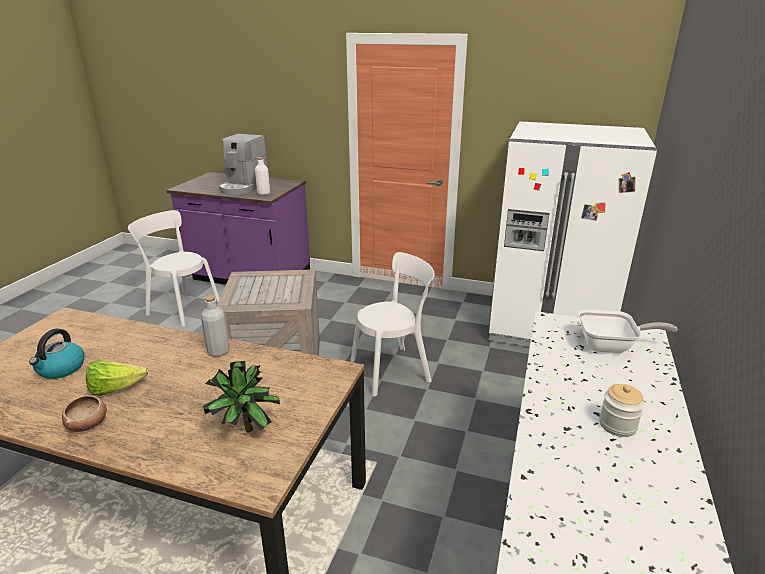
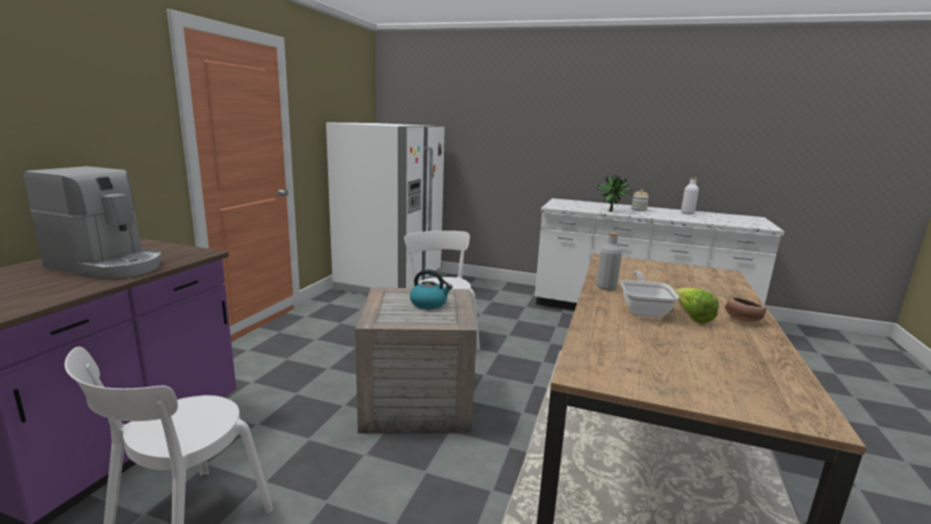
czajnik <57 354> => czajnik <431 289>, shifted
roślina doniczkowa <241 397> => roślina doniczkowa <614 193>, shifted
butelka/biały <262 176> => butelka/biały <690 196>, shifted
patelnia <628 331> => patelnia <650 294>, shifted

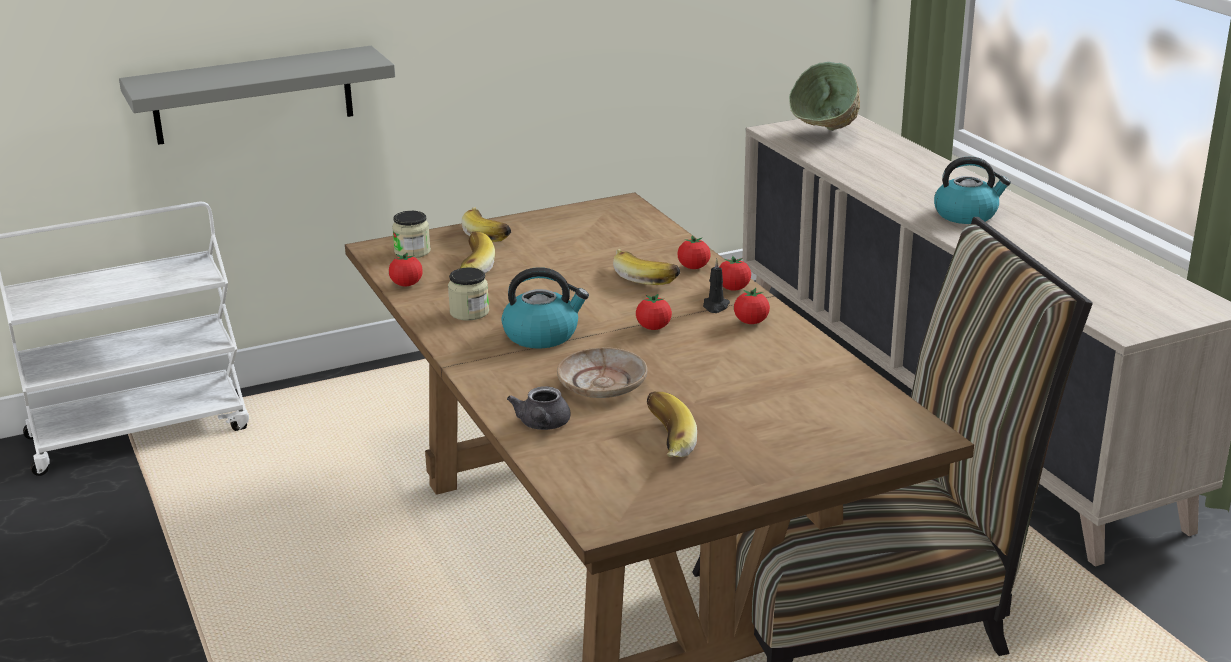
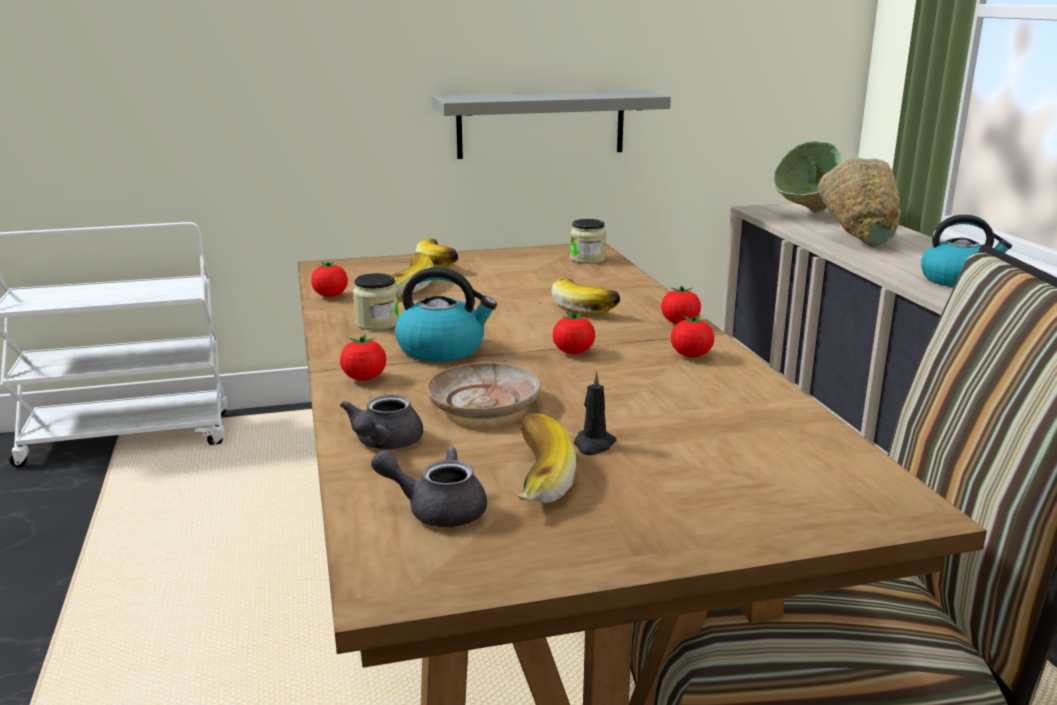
półka/szary <257 95> => półka/szary <551 124>, shifted
słoik <411 234> => słoik <588 241>, shifted
pomidor <694 252> => pomidor <363 357>, shifted
świeca/czarny <716 286> => świeca/czarny <595 412>, shifted
nothing => imbryk/szary <429 487>
nothing => miska/zielony <859 202>

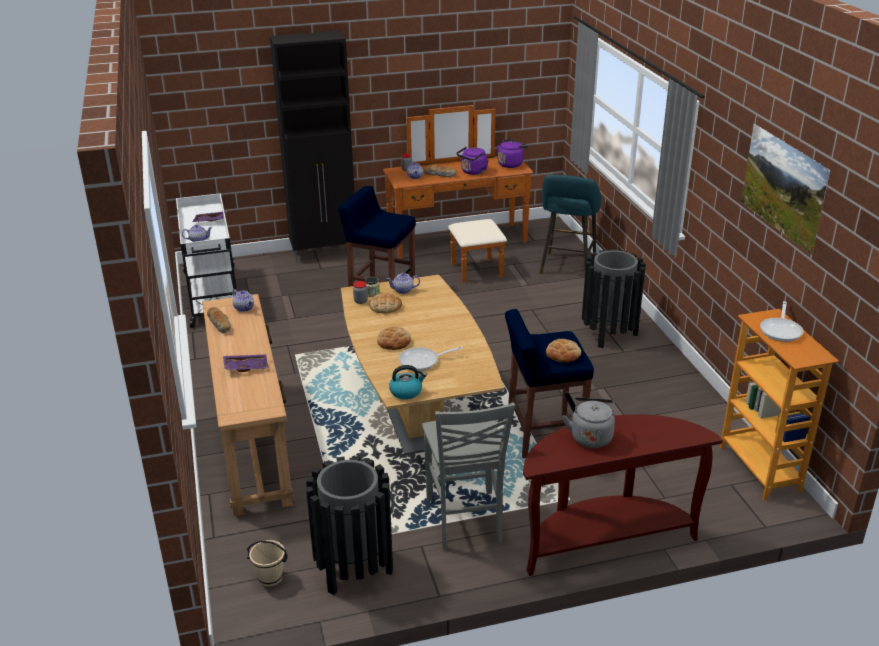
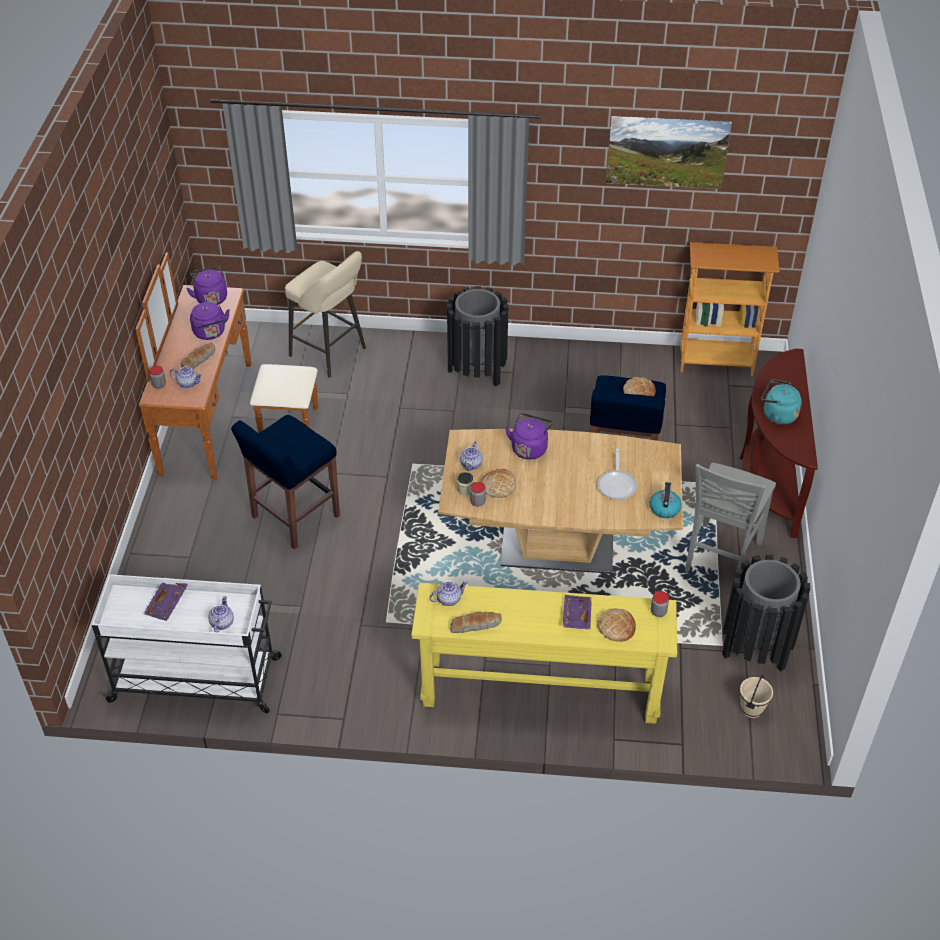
stolik konsolowy/brązowy <248 405> => stolik konsolowy/żółty <544 653>
szafka/czarny <313 147> => nothing
chleb <394 338> => chleb <616 625>, shifted
krzesło/szary <468 476> => krzesło/szary <730 518>, 105 degrees clockwise
stołek/turkusowy <570 224> => stołek/beżowy <325 314>
czajnik/szary <589 422> => czajnik/turkusowy <781 402>
patelnia <781 321> => nothing
nothing => czajnik/fioletowy <528 436>
nothing => słoik <660 604>

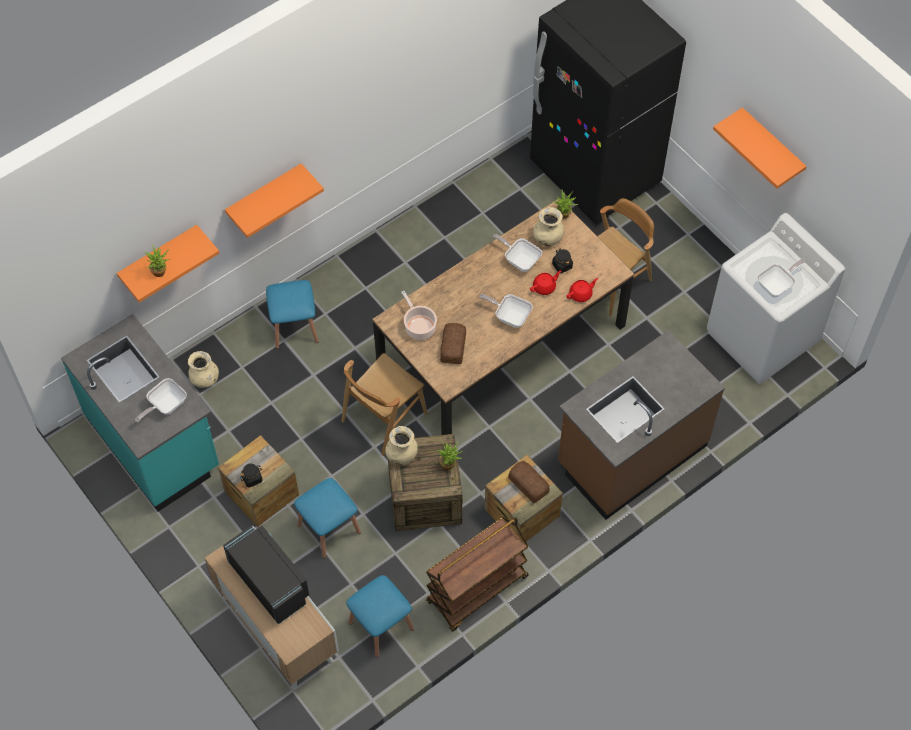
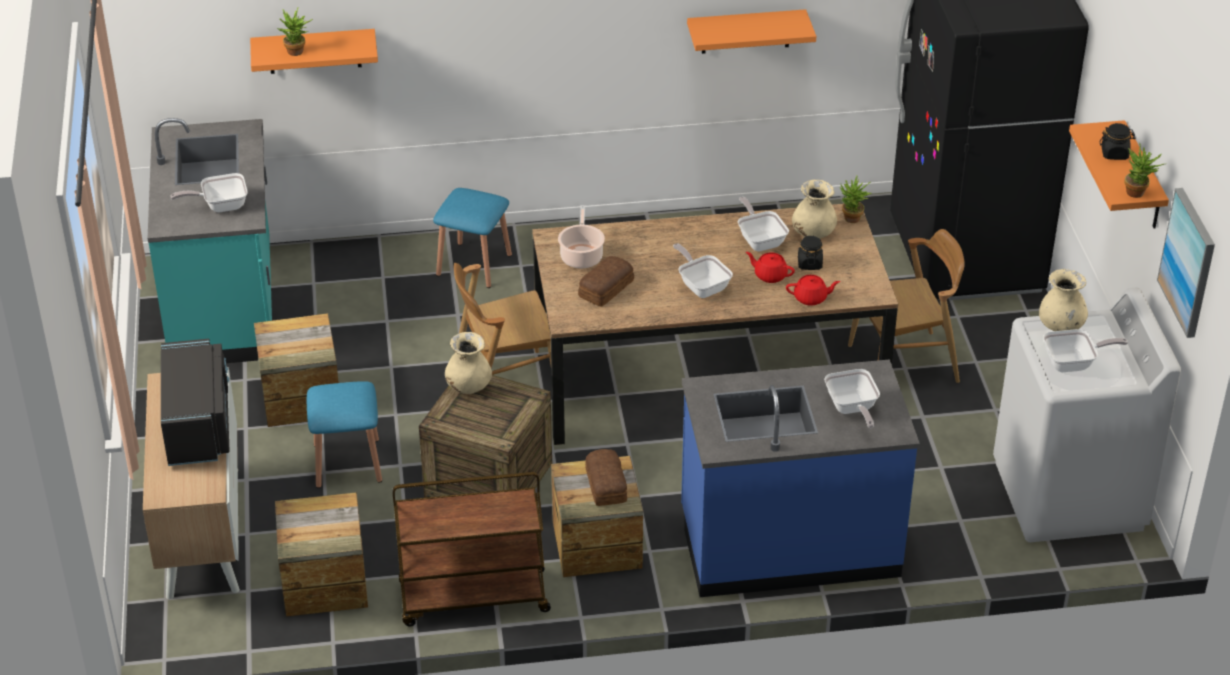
wazon/beżowy <203 369> => wazon/beżowy <1063 300>, shifted
półka/pomarańczowy <274 200> => półka/pomarańczowy <751 31>, shifted
słoik/czarny <251 476> => słoik/czarny <1117 141>, shifted
stołek/niebieski <380 616> => skrzynka <321 554>
roślina doniczkowa <450 455> => roślina doniczkowa <1146 170>, shifted
imbryk/czerwony <545 283> => imbryk/czerwony <770 267>, 150 degrees counterclockwise
zabudowa kuchenna/brązowy <641 425> => zabudowa kuchenna/niebieski <800 478>
nothing => patelnia <852 398>
nothing => obraz <1186 263>

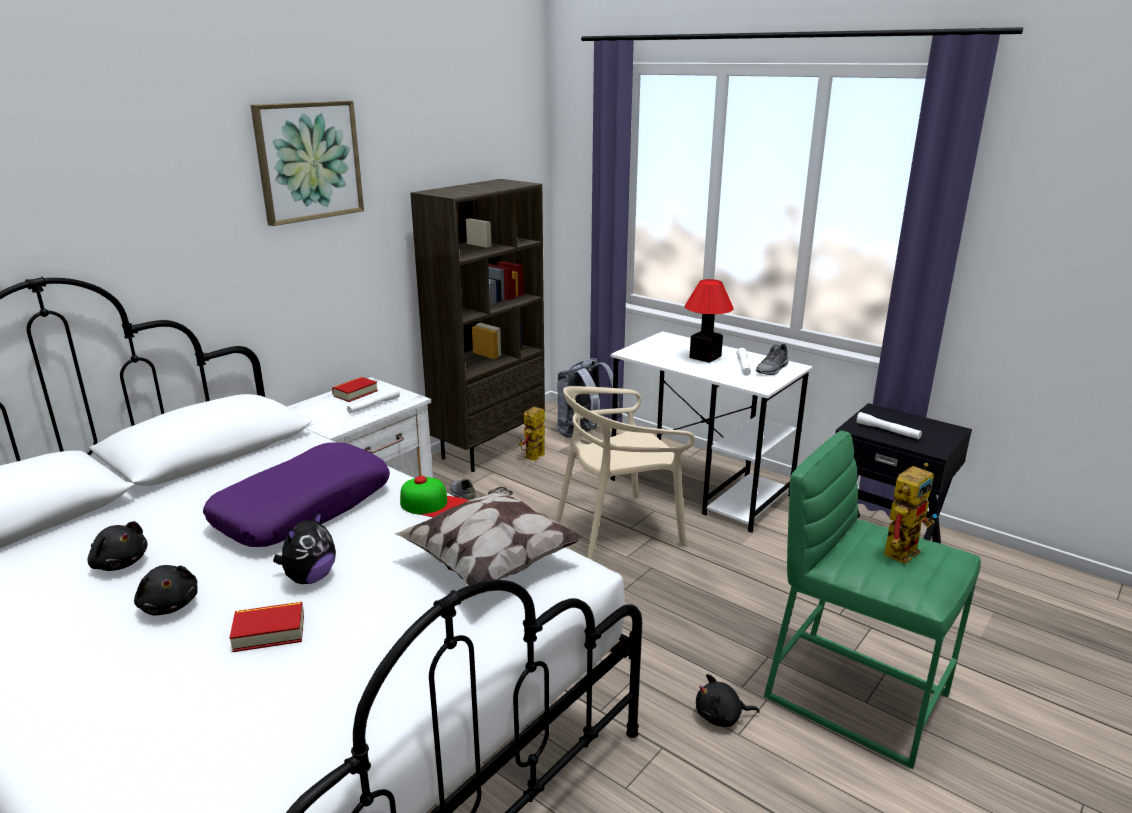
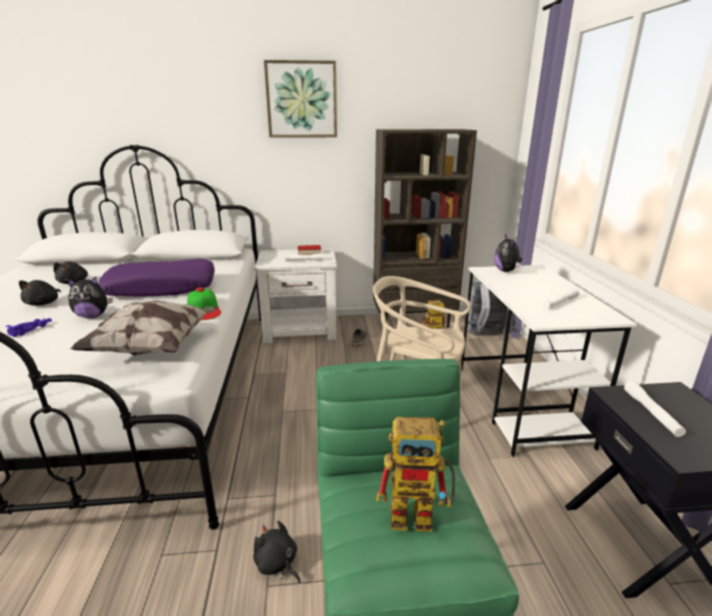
książka <266 627> => samochodzik/fioletowy <29 327>
lampa stołowa <709 321> => nothing
but/szary <772 359> => nothing
nothing => pluszak <508 253>

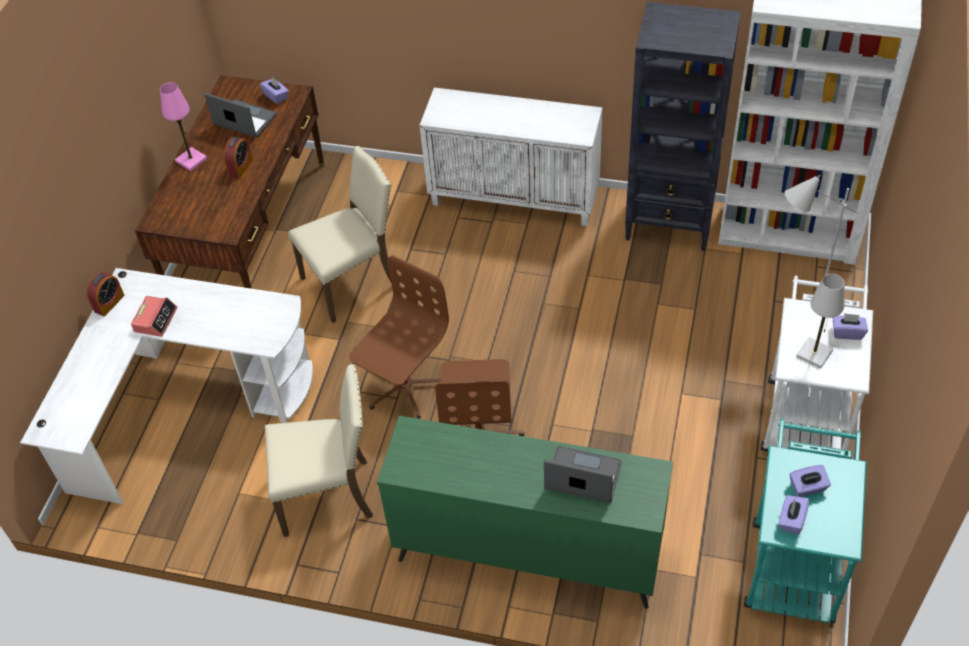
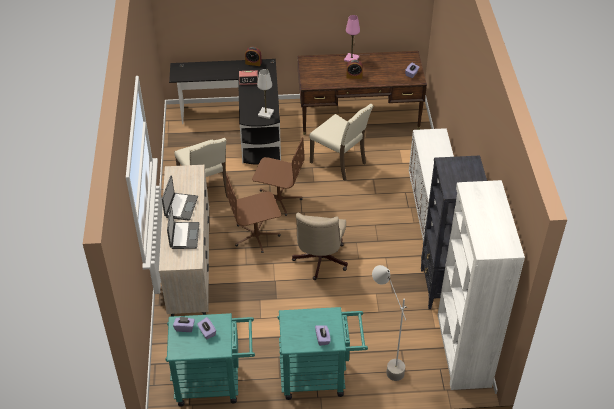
biurko/biały <166 386> => biurko/czarny <225 112>
laptop <241 115> => laptop <180 198>, shifted
komoda/zielony <525 512> => komoda/beżowy <184 241>
wózek/biały <817 363> => wózek/turkusowy <323 353>
lampa stołowa/biały <820 321> => lampa stołowa/biały <265 94>, shifted
nothing => krzesło biurowe/beżowy <320 246>

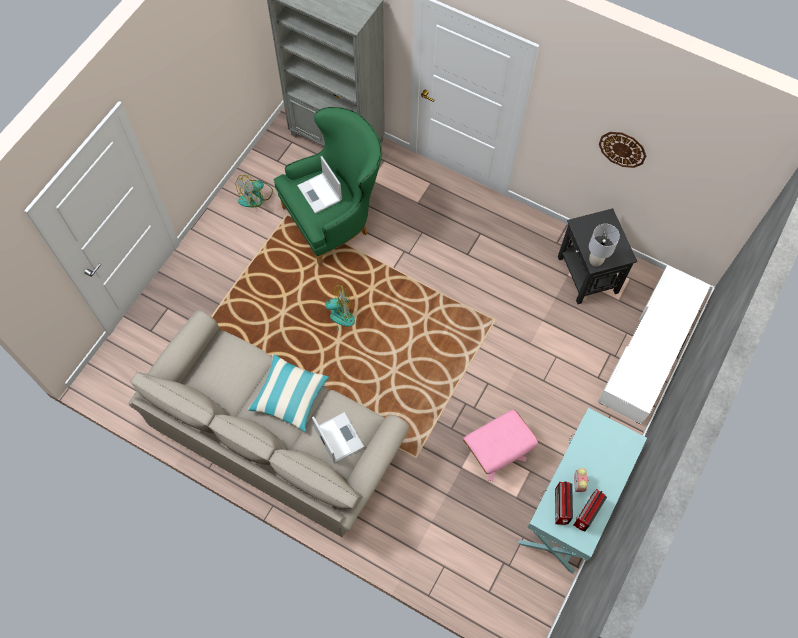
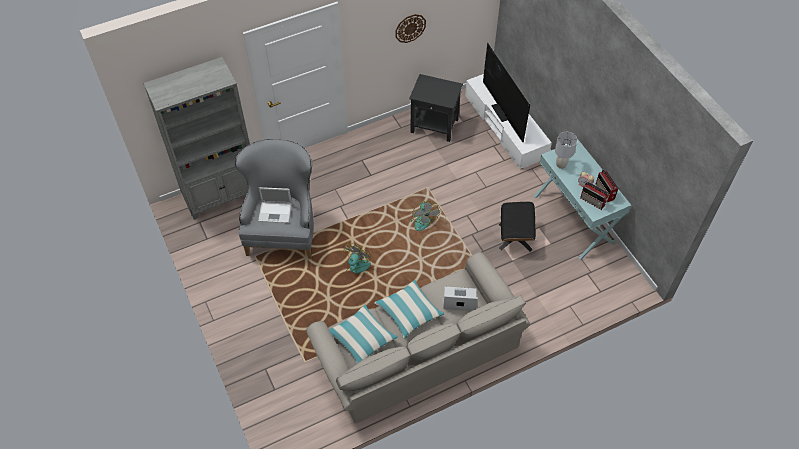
wentylator <254 191> => wentylator <425 216>, shifted
fotel/zielony <328 186> => fotel/szary <274 199>
pufa/różowy <500 445> => pufa/czarny <517 227>
lampa stołowa/szary <604 245> => lampa stołowa/szary <566 150>, shifted
nothing => poduszka <363 333>
nothing => telewizor <506 92>

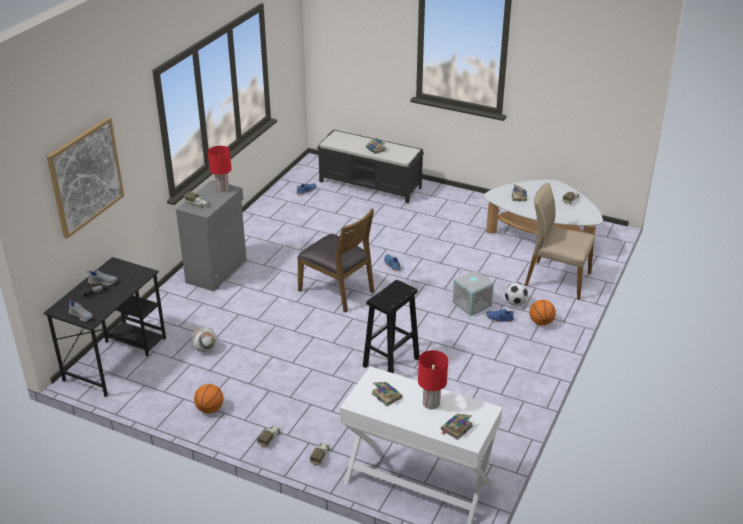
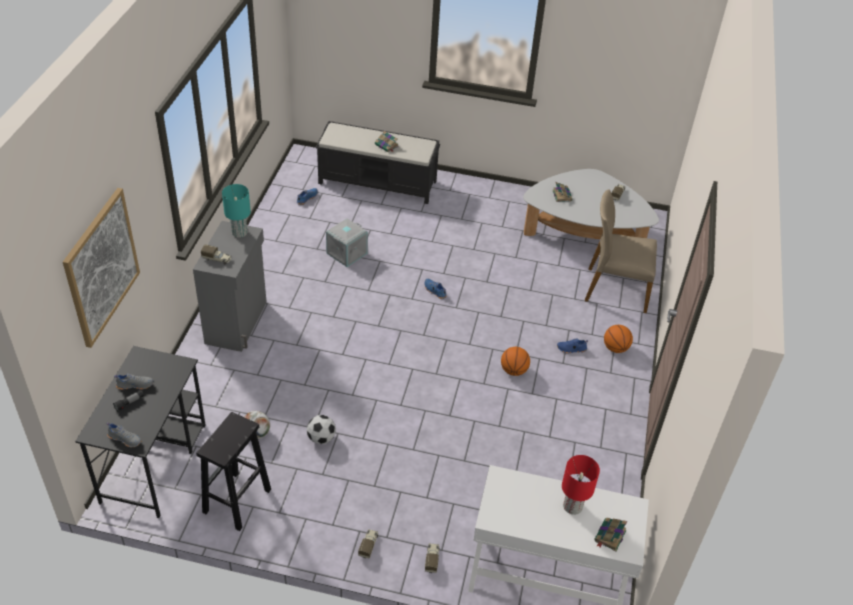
piłka do koszykówki <208 398> => piłka do koszykówki <515 361>, shifted
lampa stołowa/czerwony <220 169> => lampa stołowa/turkusowy <236 211>
krzesło/brązowy <335 260> => nothing
stołek/czarny <391 326> => stołek/czarny <233 471>, shifted
książka <386 394> => nothing
pojemnik do przechowywania/szary <473 293> => pojemnik do przechowywania/szary <347 242>, shifted
piłka futbolowa <516 294> => piłka futbolowa <321 429>, shifted

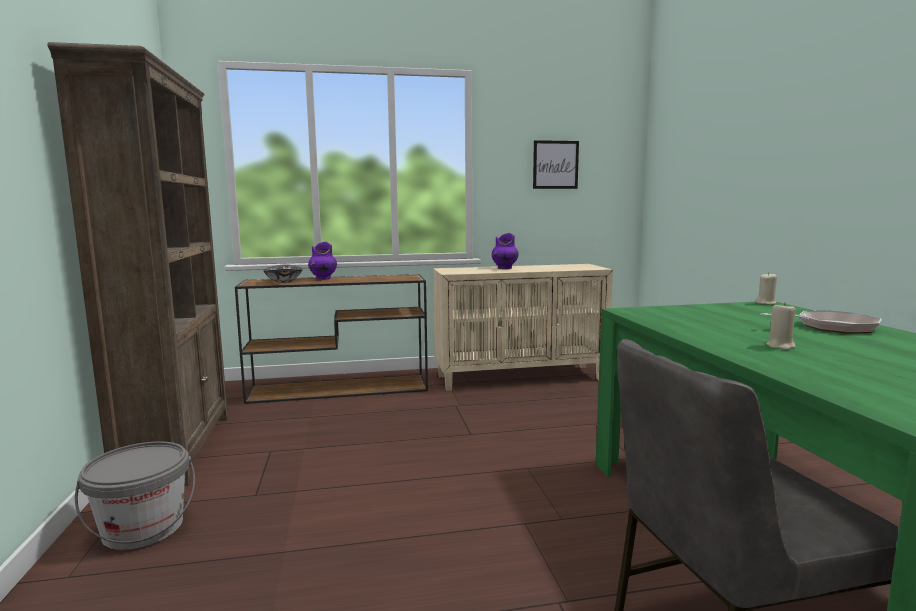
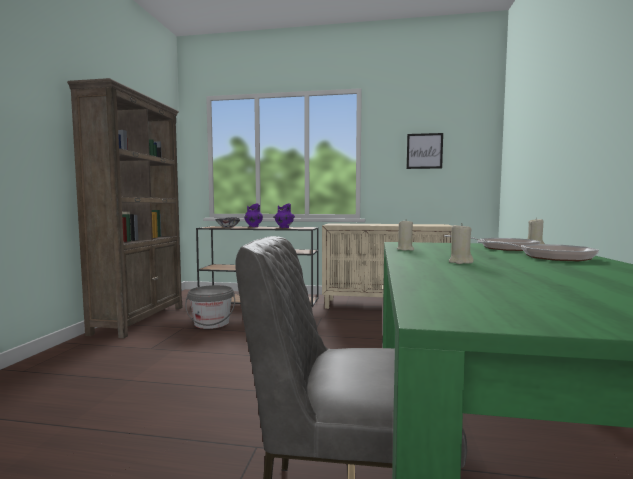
wiadro/szary <135 495> => wiadro/szary <210 307>, shifted
wazon/fioletowy <505 251> => wazon/fioletowy <284 215>, shifted
nothing => świeca/beżowy <405 236>
nothing => patelnia <492 243>

